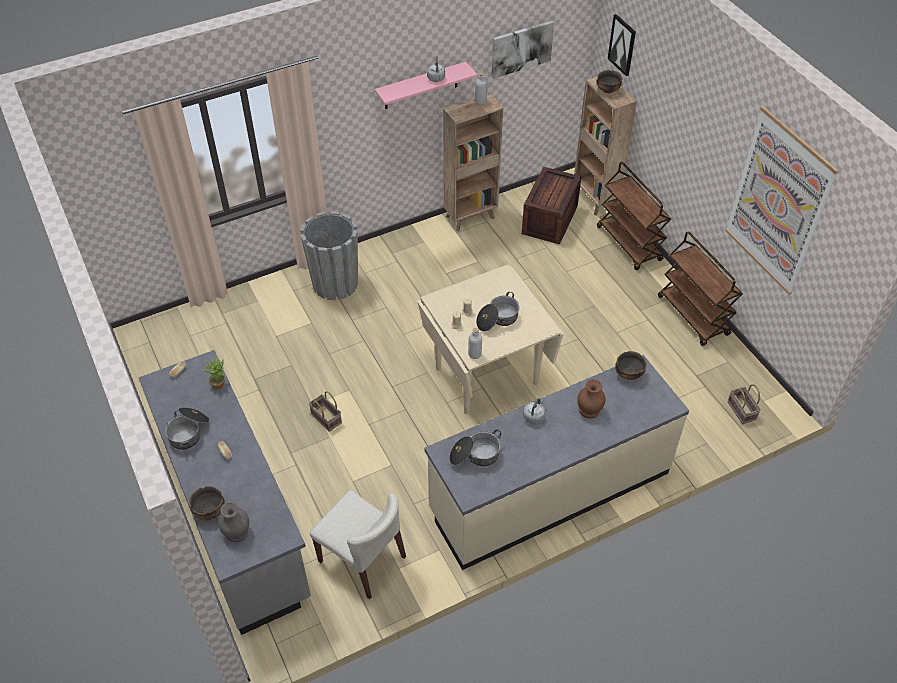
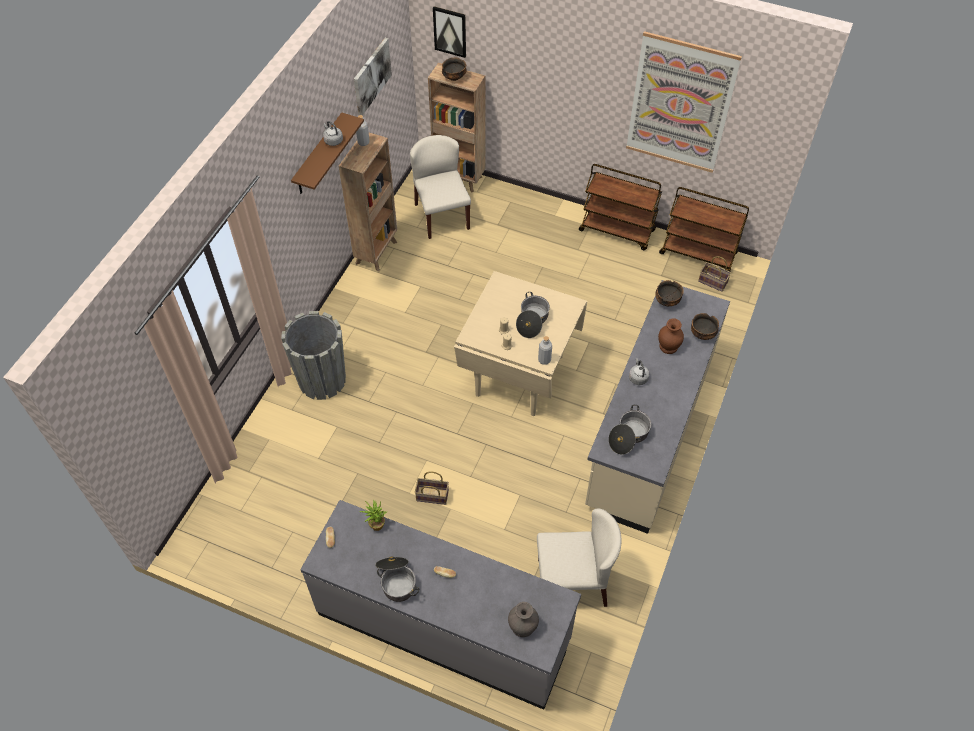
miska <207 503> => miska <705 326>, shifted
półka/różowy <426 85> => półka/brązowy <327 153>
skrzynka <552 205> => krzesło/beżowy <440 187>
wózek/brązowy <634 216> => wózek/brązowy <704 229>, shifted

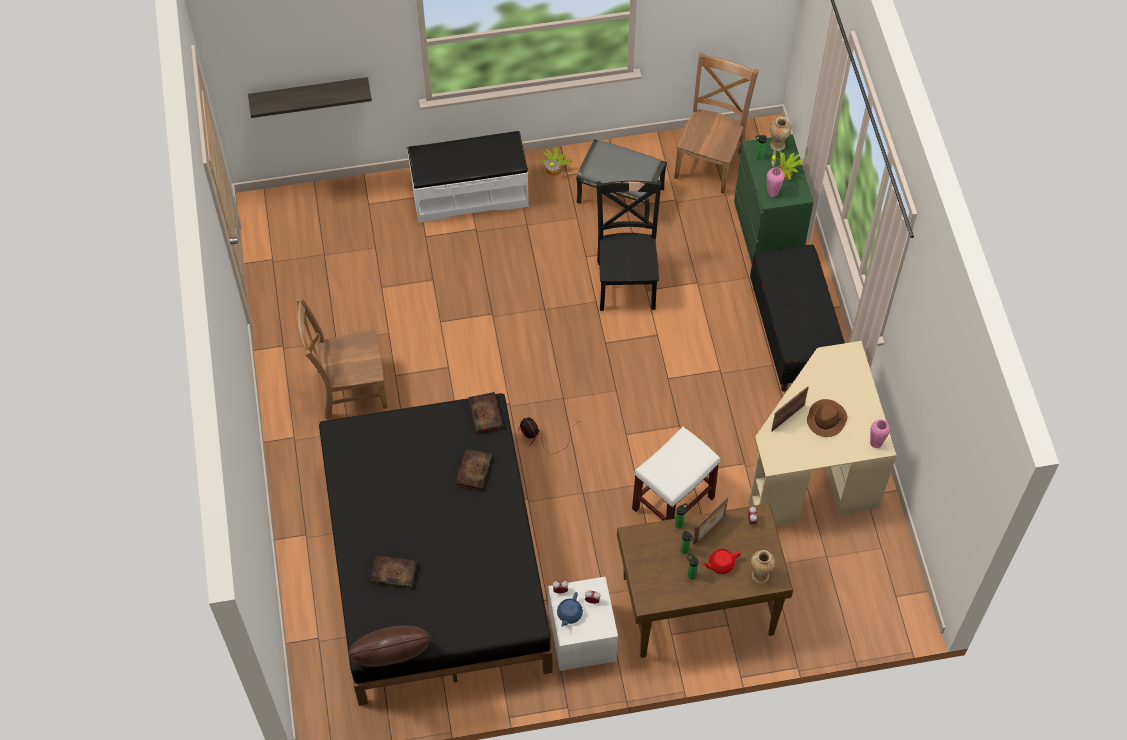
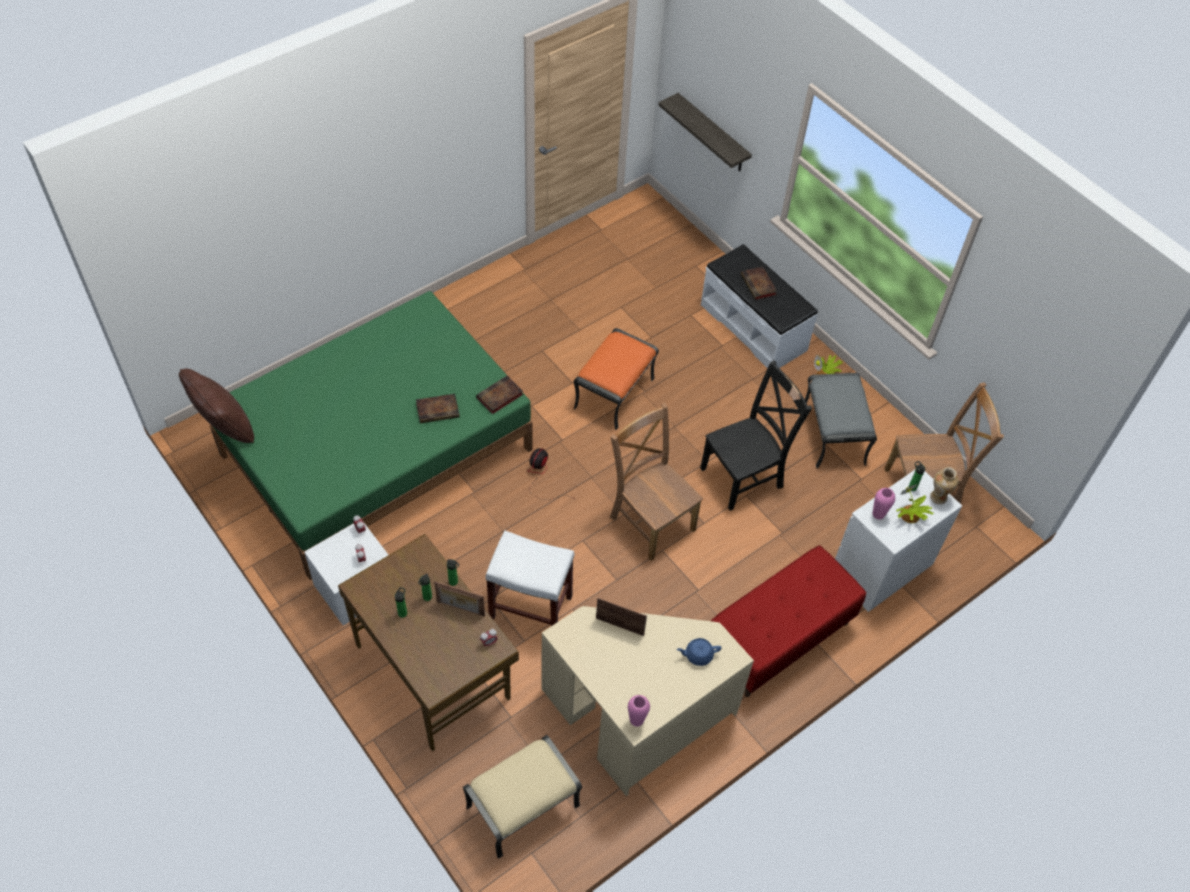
krzesło/brązowy <342 358> => krzesło/brązowy <656 482>, shifted
łóżko/czarny <436 549> => łóżko/zielony <371 435>
książka <394 571> => książka <759 283>, shifted
imbryk/niebieski <570 609> => imbryk/niebieski <699 652>, shifted
imbryk/czerwony <721 561> => nothing
komoda/zielony <774 199> => komoda/biały <898 540>
ławka/czarny <797 318> => ławka/czerwony <788 621>
wazon <763 566> => nothing
kapelusz/brązowy <827 418> => nothing
nothing => pufa/beżowy <522 797>
nothing => pufa/pomarańczowy <616 379>

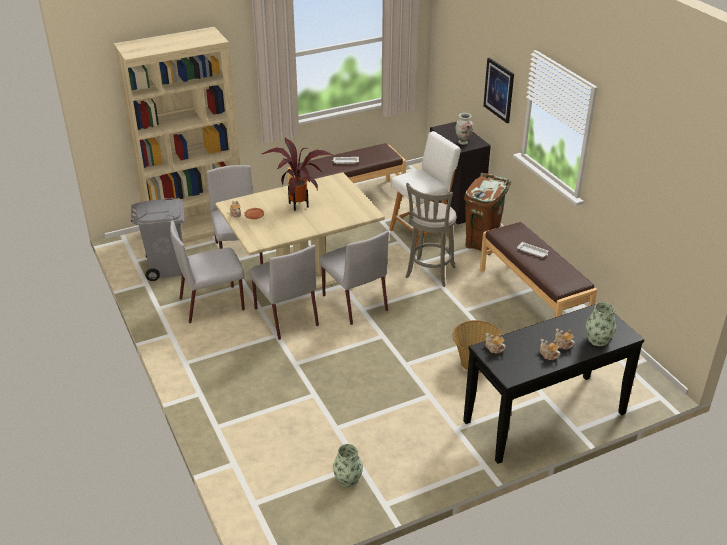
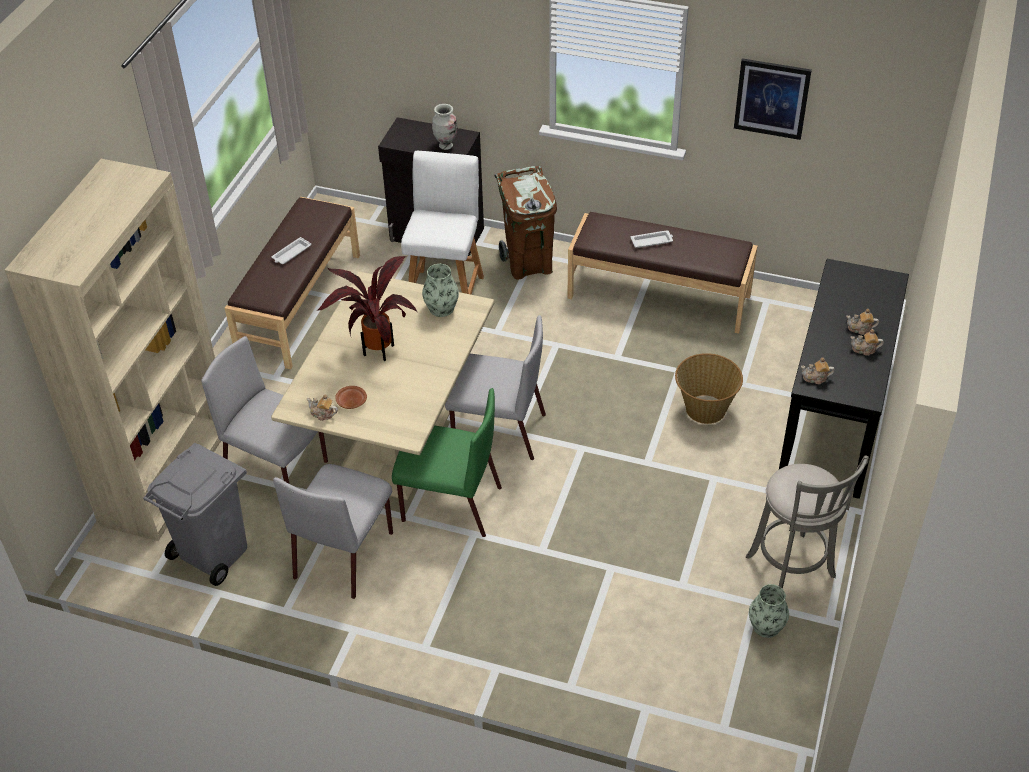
krzesło/szary <284 292> => krzesło/zielony <447 462>
stołek/szary <431 235> => stołek/szary <807 522>, shifted
obraz <498 90> => obraz <773 99>, shifted
wazon <601 324> => wazon <440 290>, shifted

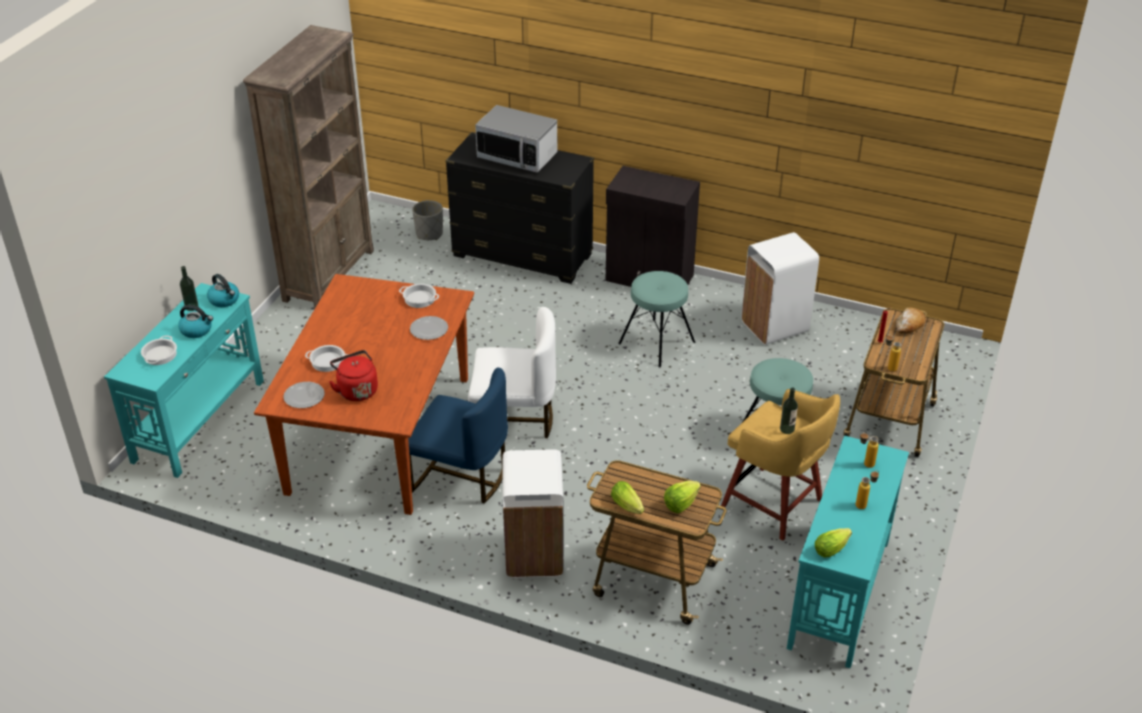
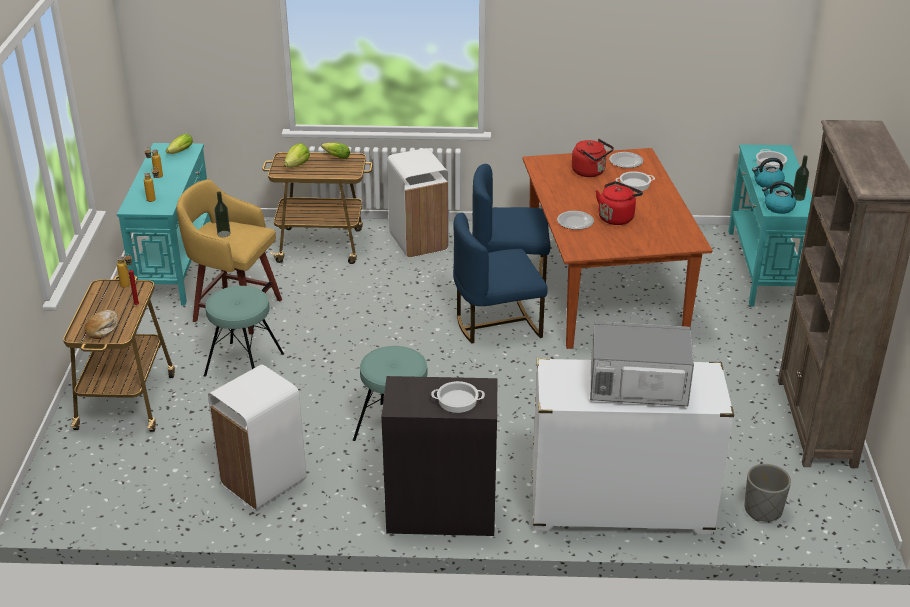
garnek <419 296> => garnek <458 397>, shifted
komoda/czarny <519 208> => komoda/biały <633 446>
krzesło/biały <512 372> => krzesło/niebieski <500 278>
nothing => czajnik/czerwony <619 203>

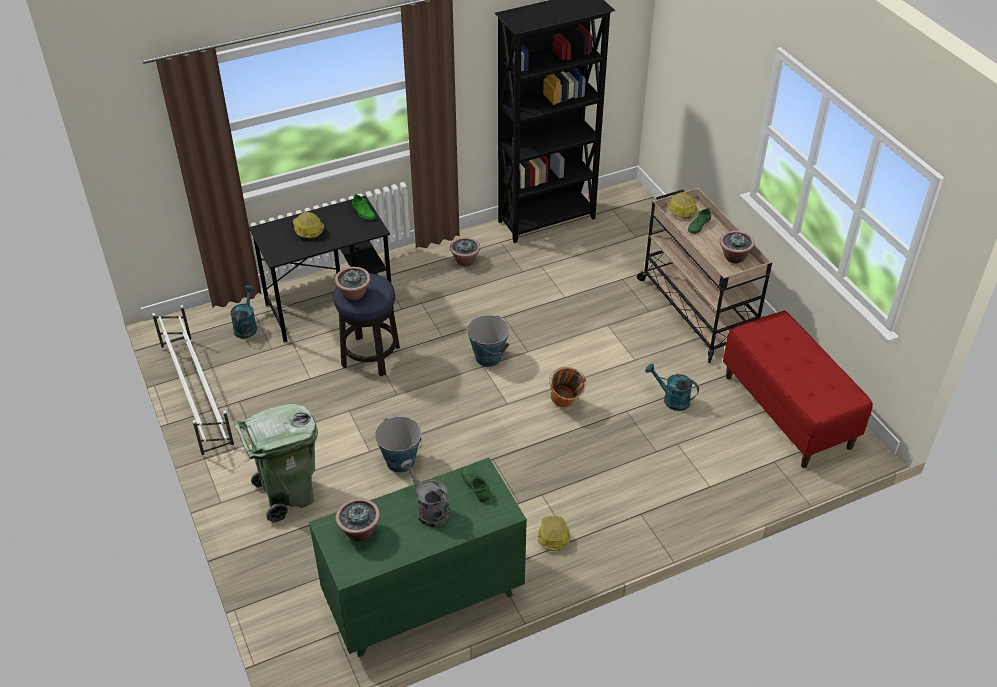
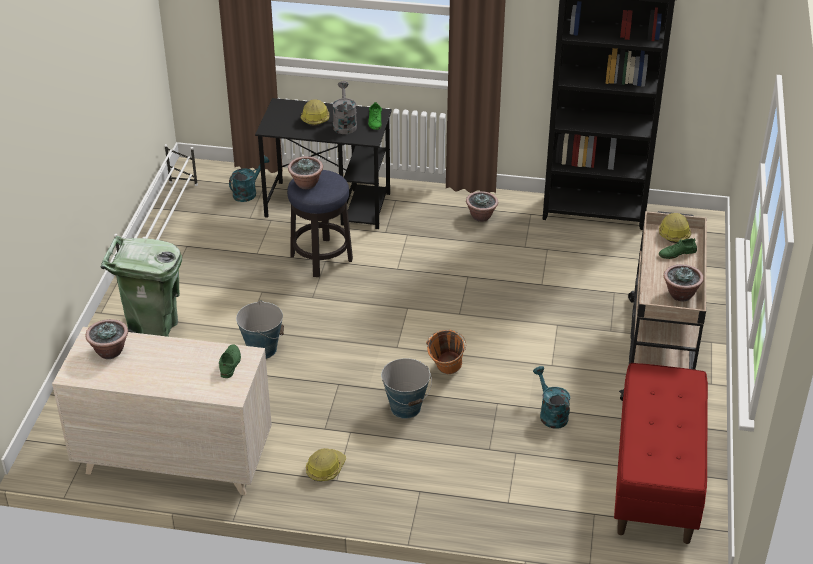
komoda/zielony <418 557> => komoda/beżowy <162 411>
konewka/szary <425 493> => konewka/szary <345 107>, shifted
wiadro <488 341> => wiadro <406 388>, shifted

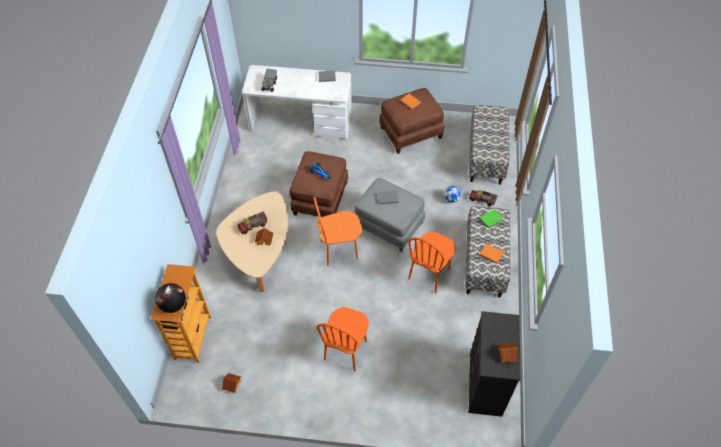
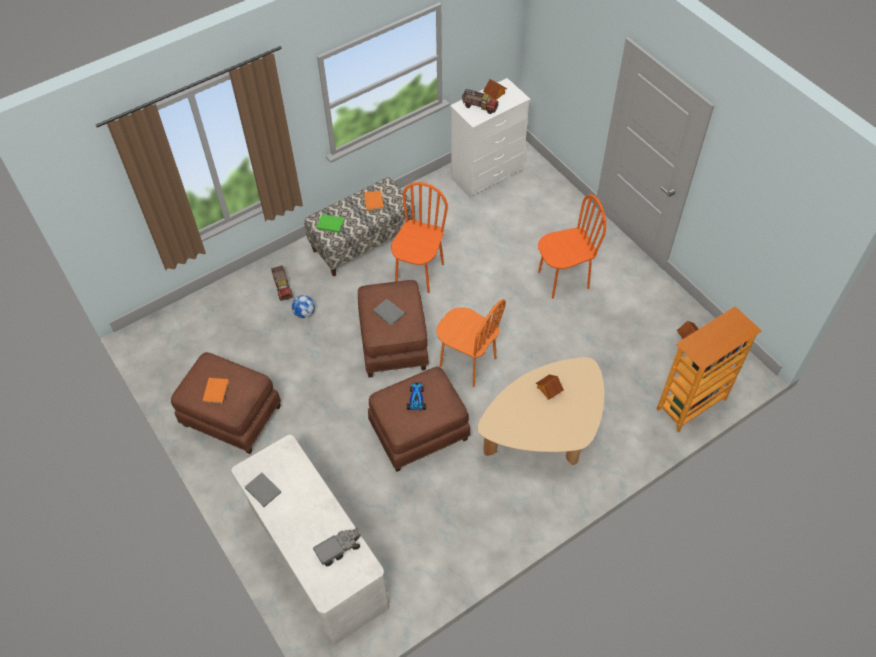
globus <170 298> => nothing
ciężarówka zabawkowa <252 223> => ciężarówka zabawkowa <480 101>, shifted
pufa/szary <390 215> => pufa/brązowy <393 329>
krzesło/pomarańczowy <432 262> => krzesło/pomarańczowy <419 237>, 60 degrees counterclockwise
komoda/czarny <494 364> => komoda/biały <490 138>
ławka <489 145> => nothing

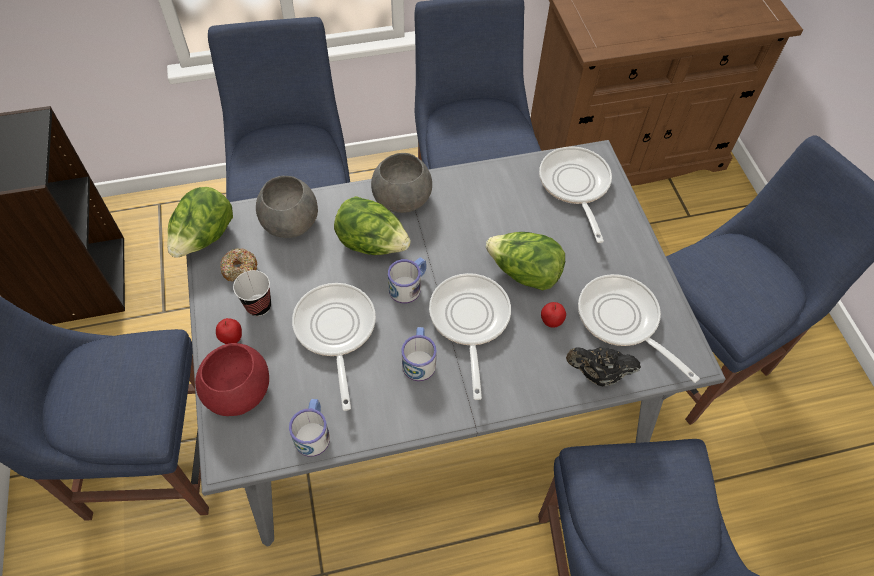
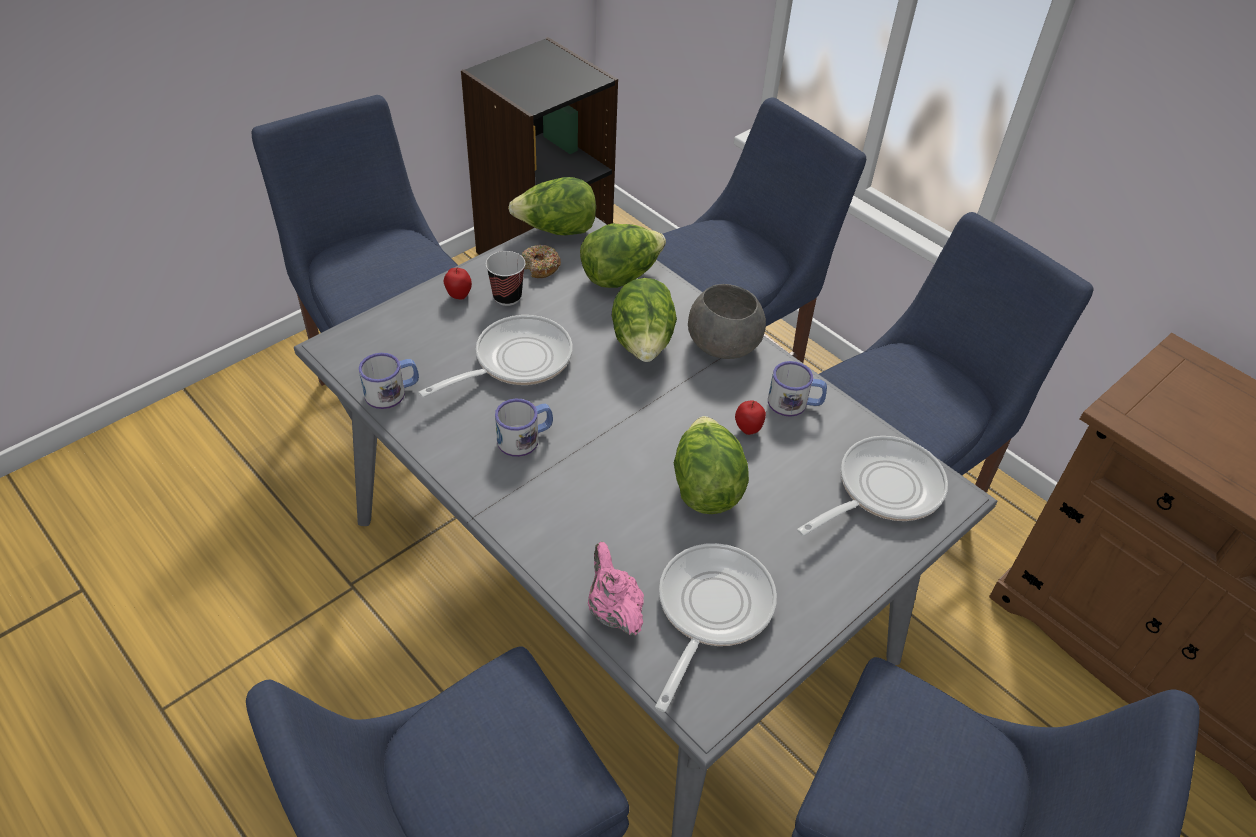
miska/czerwony <232 379> => nothing
miska/szary <287 207> => sałata <623 255>
kubek <407 280> => kubek <797 389>, shifted
patelnia <470 336> => nothing
jabłko <553 315> => jabłko <750 417>, shifted
imbryk/czarny <603 367> => imbryk/różowy <616 588>

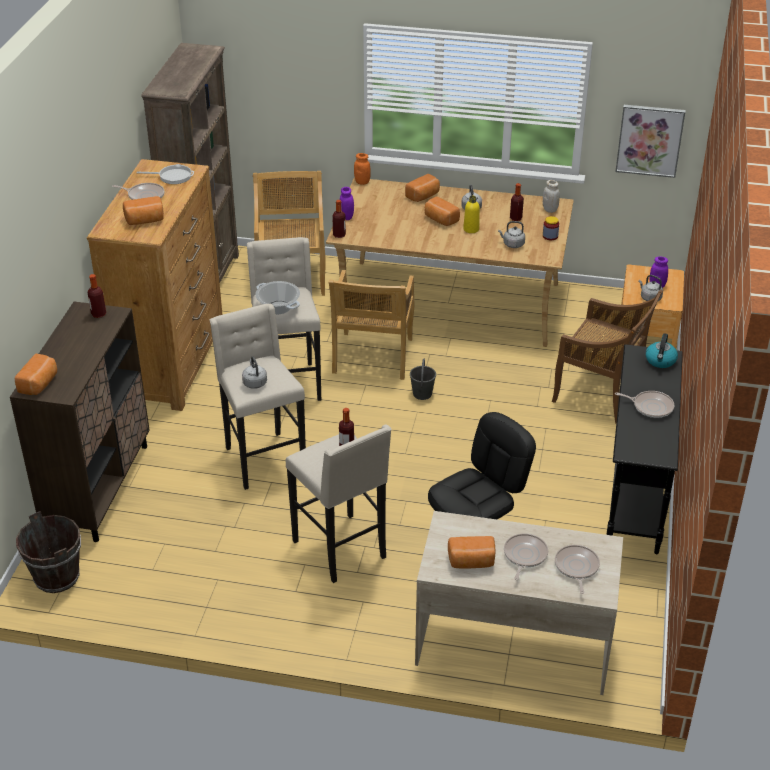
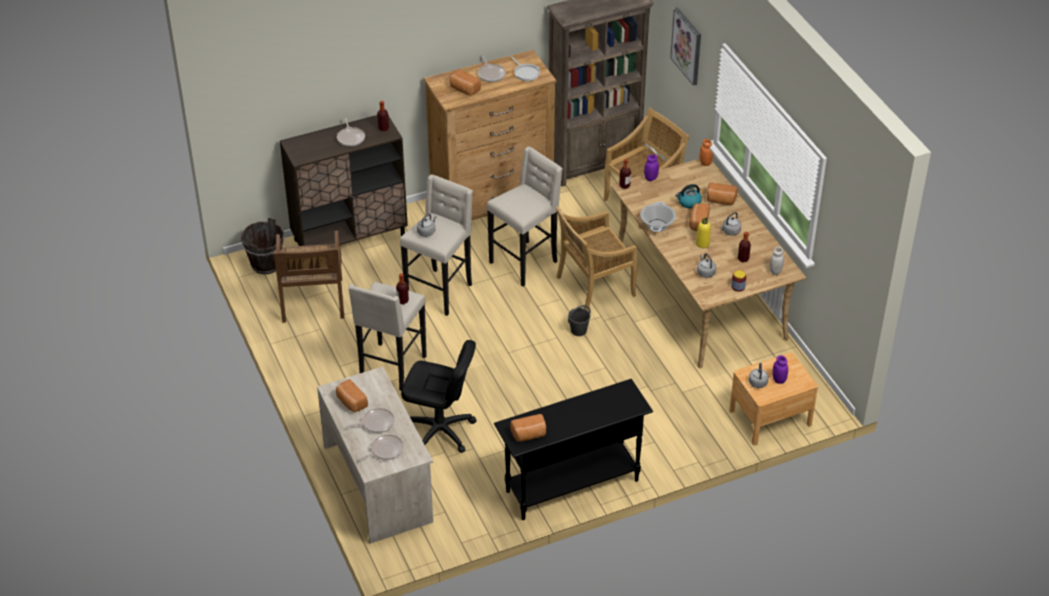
chleb <36 374> => chleb <528 428>, shifted
garnek <277 297> => garnek <658 217>, shifted
krzesło/brązowy <607 356> => krzesło/brązowy <308 276>, shifted
obraz <650 141> => obraz <685 46>, shifted
patelnia <644 404> => patelnia <351 132>, shifted
czajnik <662 350> => czajnik <689 196>, shifted

